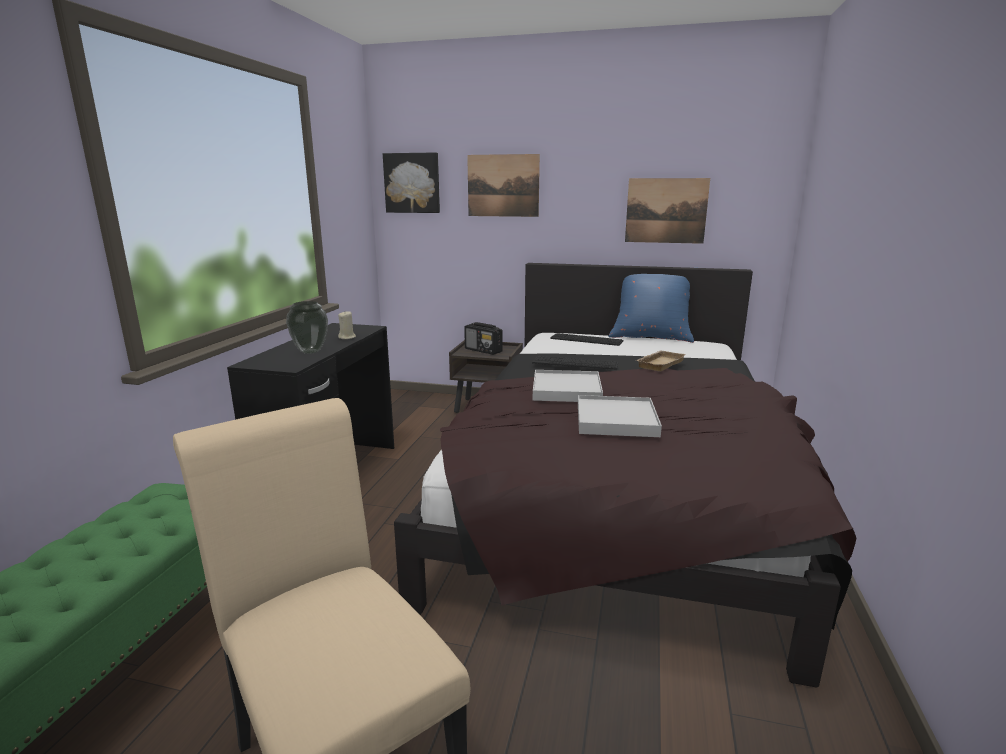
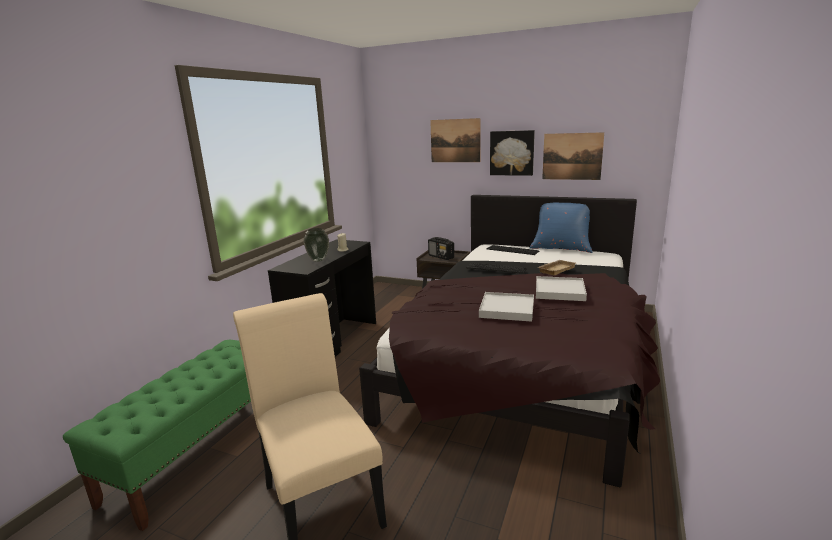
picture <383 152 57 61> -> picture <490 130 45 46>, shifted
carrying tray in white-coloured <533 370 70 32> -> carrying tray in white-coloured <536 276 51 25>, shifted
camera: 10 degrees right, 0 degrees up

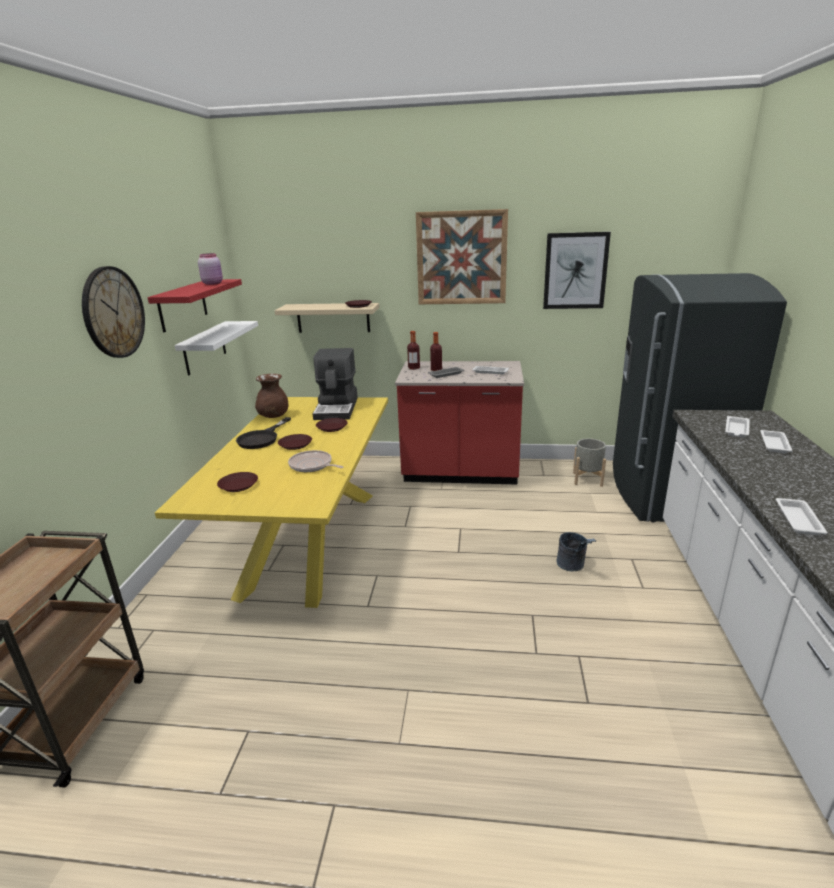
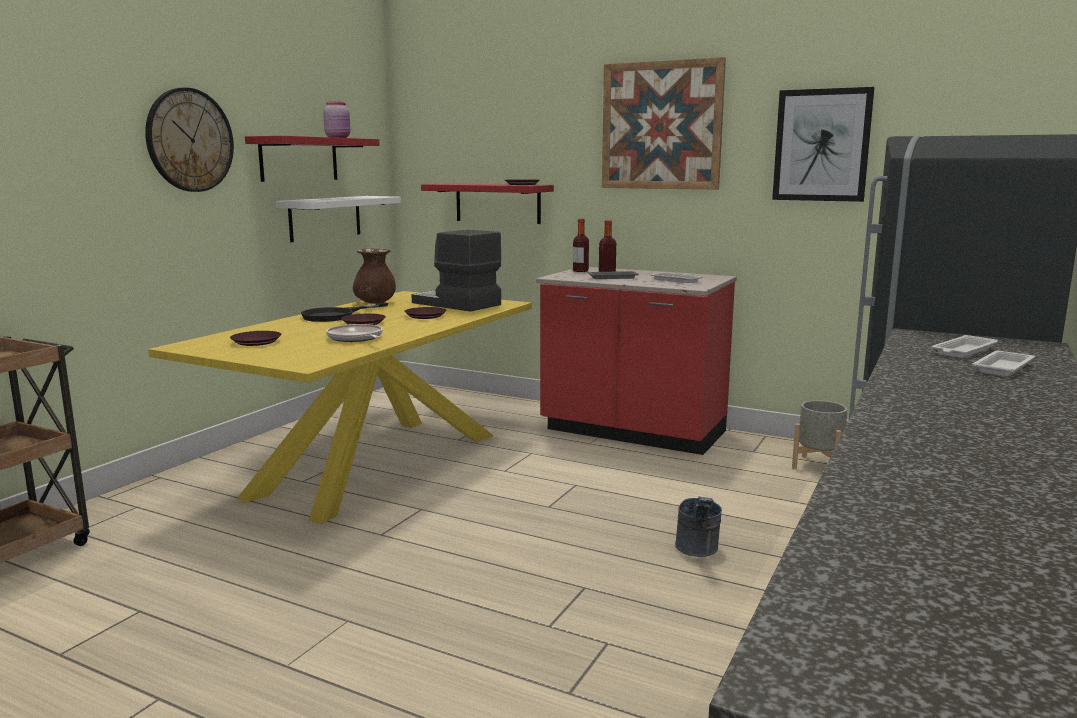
carrying tray in white-coloured <775 498 53 37> -> none
shelf in sand-coloured <275 303 104 30> -> shelf in reddish <421 183 133 41>
coffee machine <313 348 45 72> -> coffee machine <412 230 89 82>, 105 degrees clockwise
camera: 20 degrees right, 10 degrees down

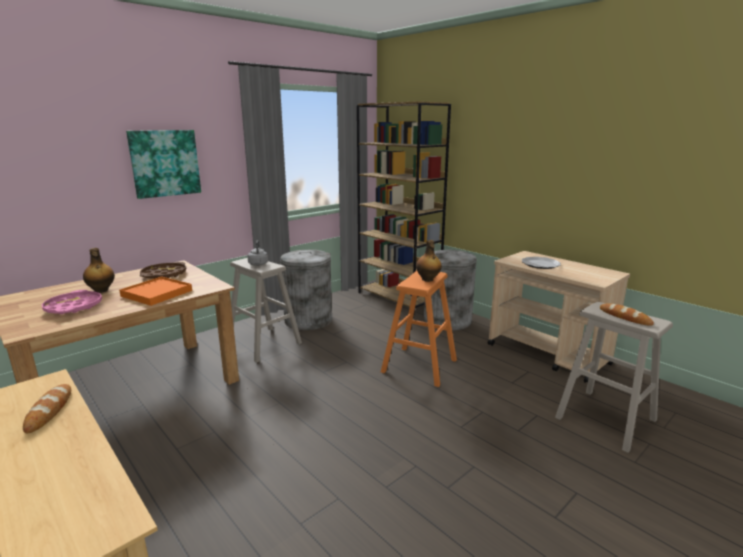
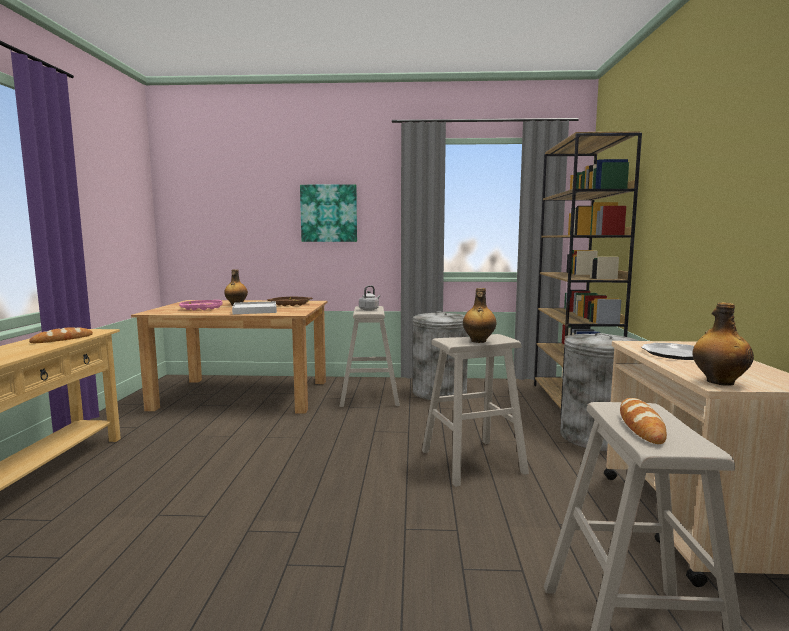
none -> bottle <692 302 62 84>
carrying tray in orange <119 276 73 30> -> carrying tray in white-coloured <232 301 45 13>
sitting stool in orange <381 271 76 116> -> sitting stool in sand-coloured <422 334 107 153>
camera: 45 degrees right, 10 degrees down

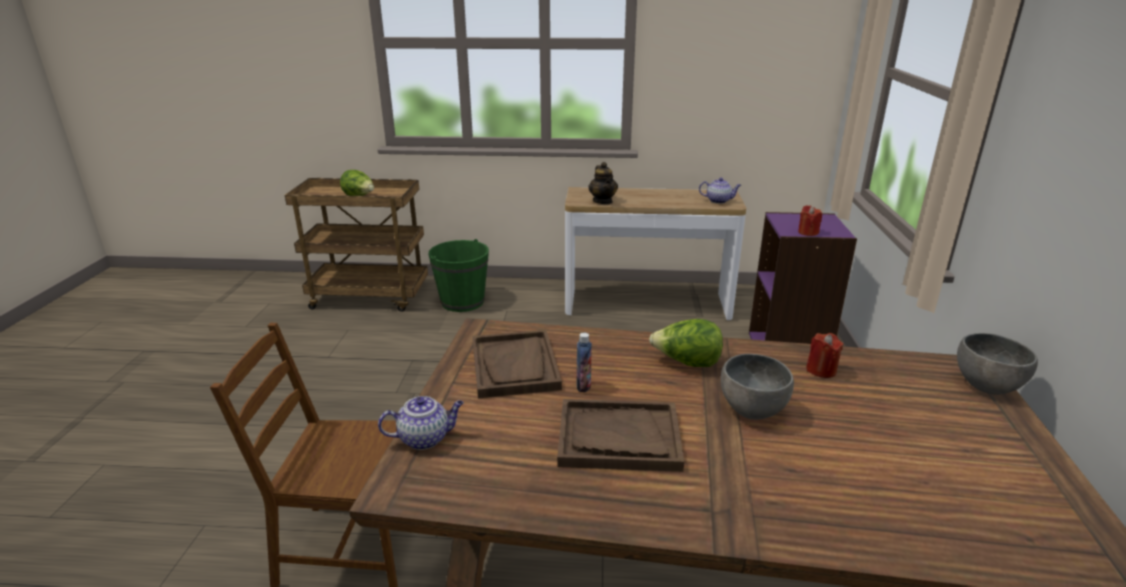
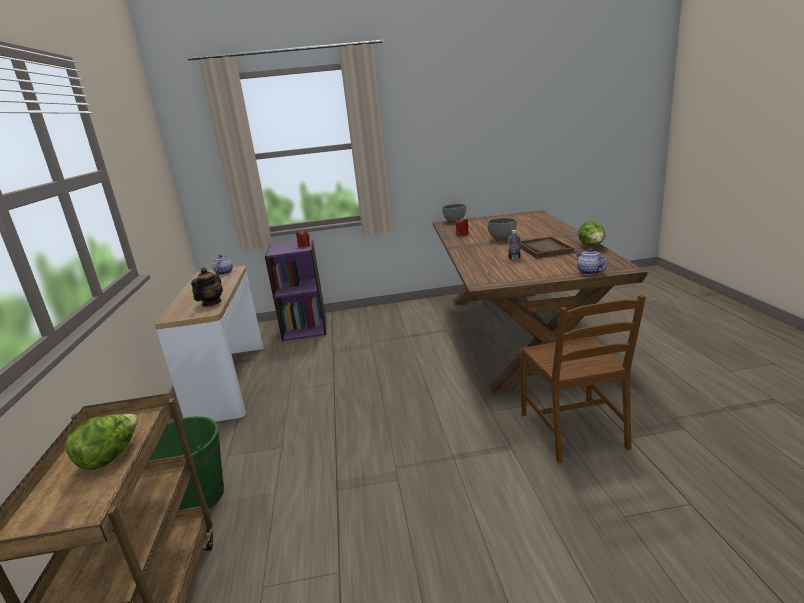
carrying tray in brown-coloured <472 330 90 68> -> none
head of lettuce <649 319 74 48> -> head of lettuce <578 221 27 25>, shifted
pot for tea <588 162 30 42> -> pot for tea <191 267 32 39>, 45 degrees counterclockwise
camera: 100 degrees left, 5 degrees down

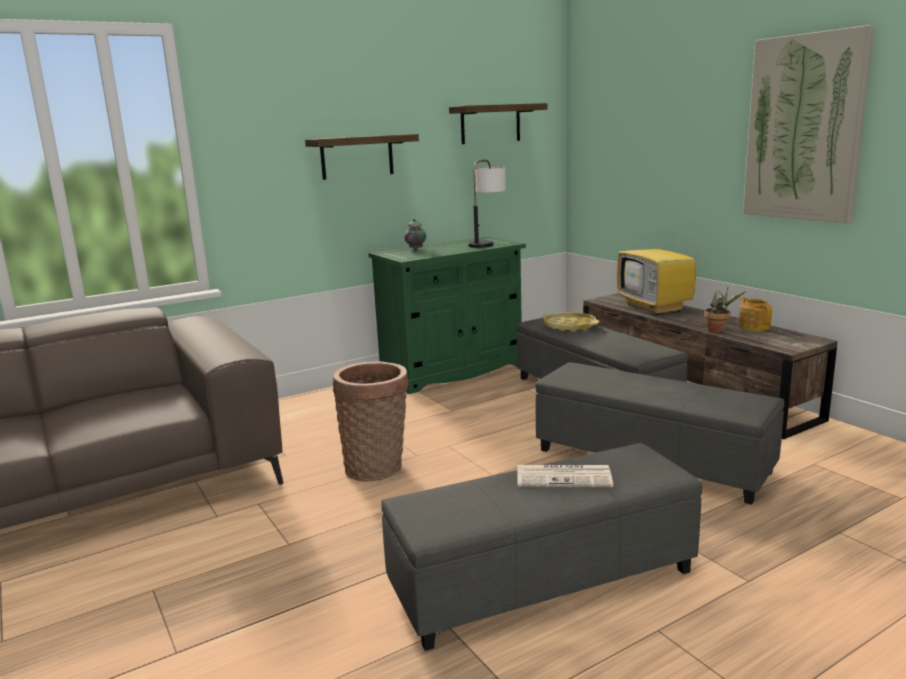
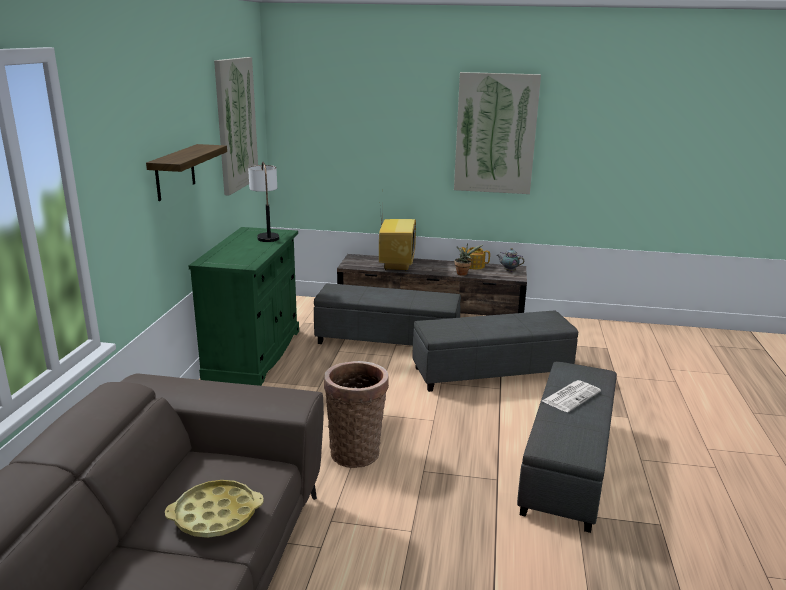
pot for tea <404 219 22 31> -> pot for tea <497 248 27 24>, shifted
carrying tray in yellow <541 312 58 20> -> carrying tray in yellow <165 480 98 58>, shifted
shelf <449 103 98 41> -> picture <214 57 44 139>
television <617 218 79 97> -> television <379 195 37 76>, 105 degrees counterclockwise
camera: 50 degrees left, 5 degrees up

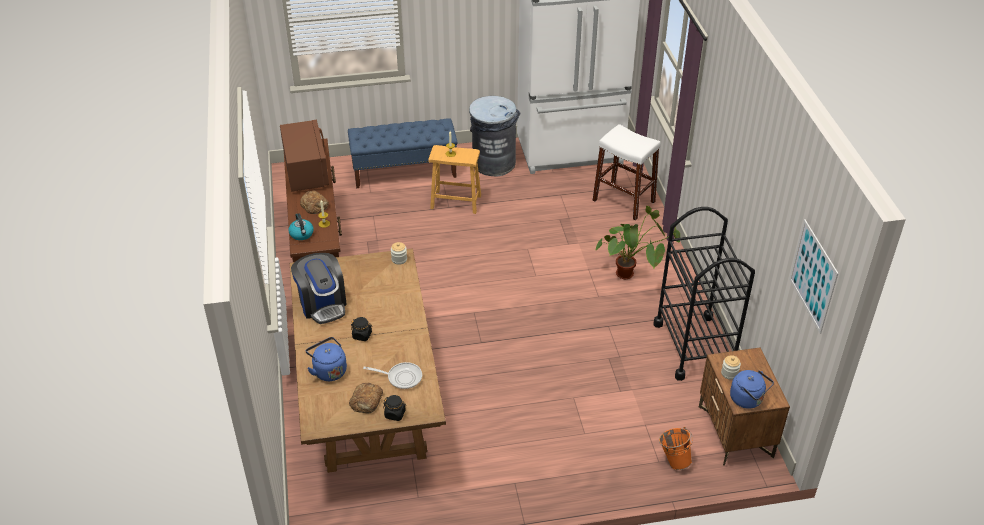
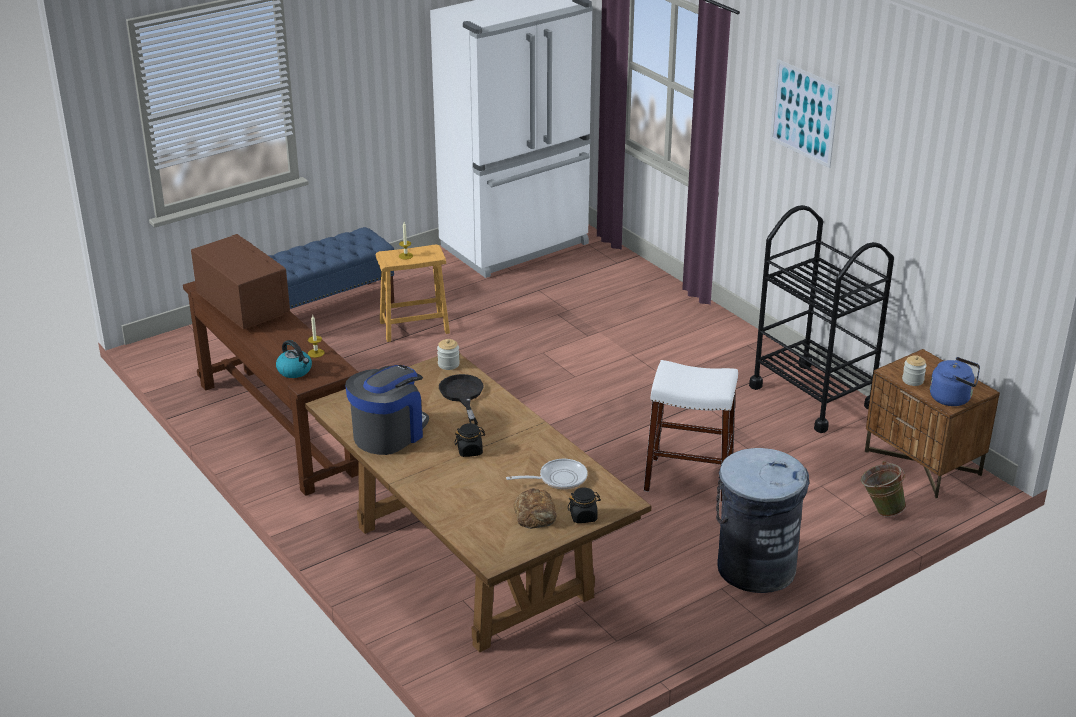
bread <300 190 29 24> -> none
water kettle in blue-coloured <306 337 41 44> -> none
plant in a pot <596 206 84 73> -> none
none -> pan in black-coloured <439 374 44 51>
waste bin in greyish <469 96 52 81> -> waste bin in greyish <716 448 94 145>, shifted
sitting stool in white-coloured <592 124 69 96> -> sitting stool in white-coloured <644 360 94 142>, shifted
picture <789 219 49 115> -> picture <770 59 70 109>, shifted
water bucket in orange <659 427 34 43> -> water bucket in green <861 461 45 56>
coffee machine <291 253 56 71> -> coffee machine <345 365 84 90>, 90 degrees counterclockwise
camera: 25 degrees left, 10 degrees down

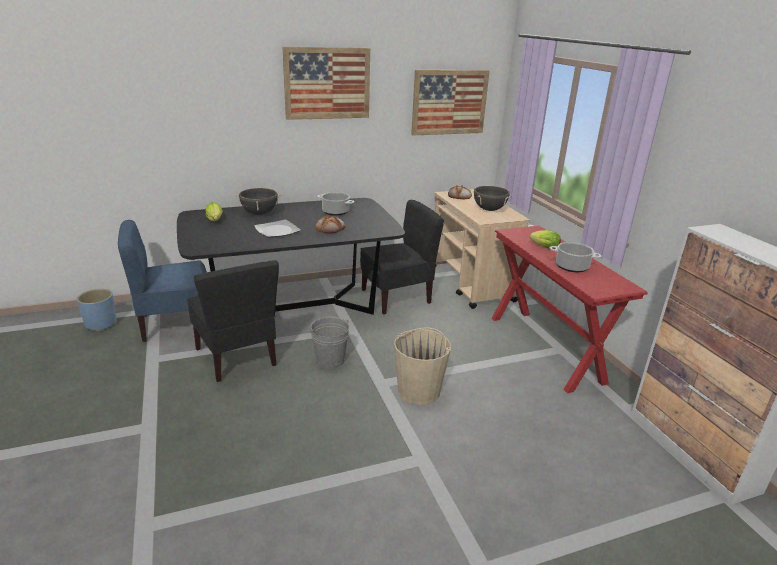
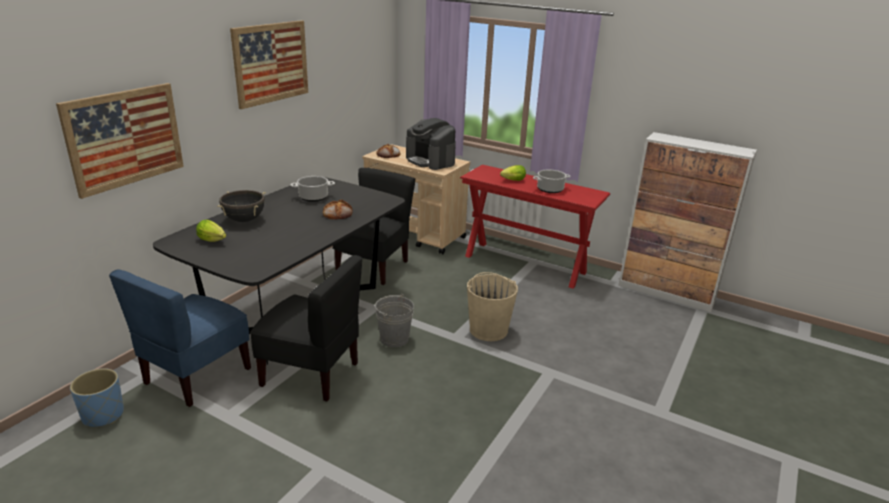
plate <254 220 47 17> -> none
picture <411 70 79 66> -> picture <56 83 128 116>, shifted
stockpot in black-coloured <474 186 36 25> -> coffee machine <406 118 50 52>
camera: 40 degrees left, 0 degrees up

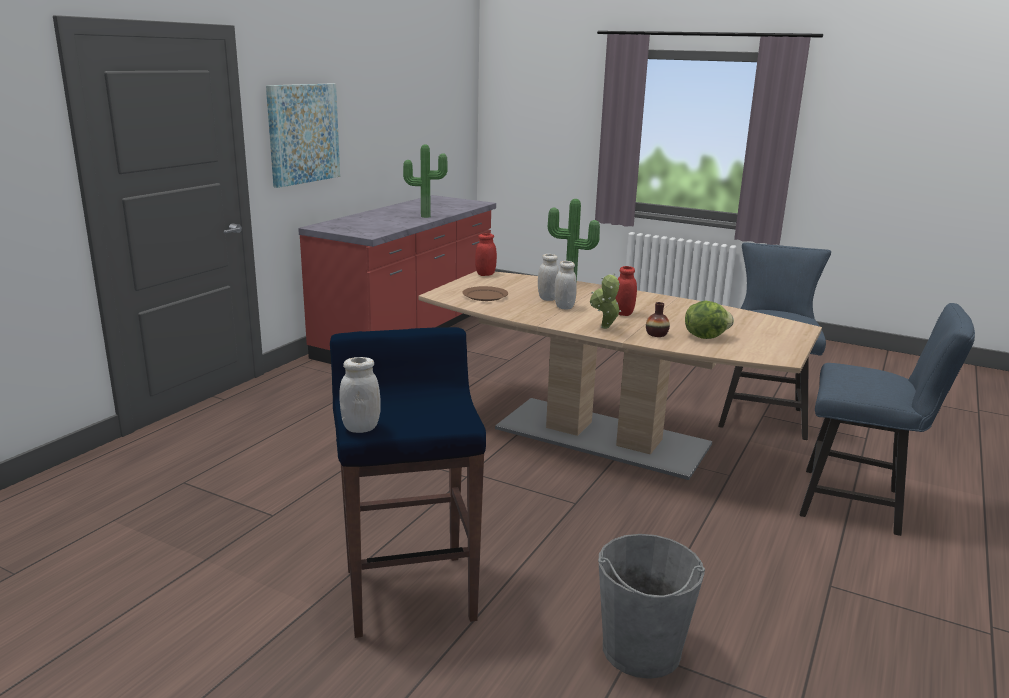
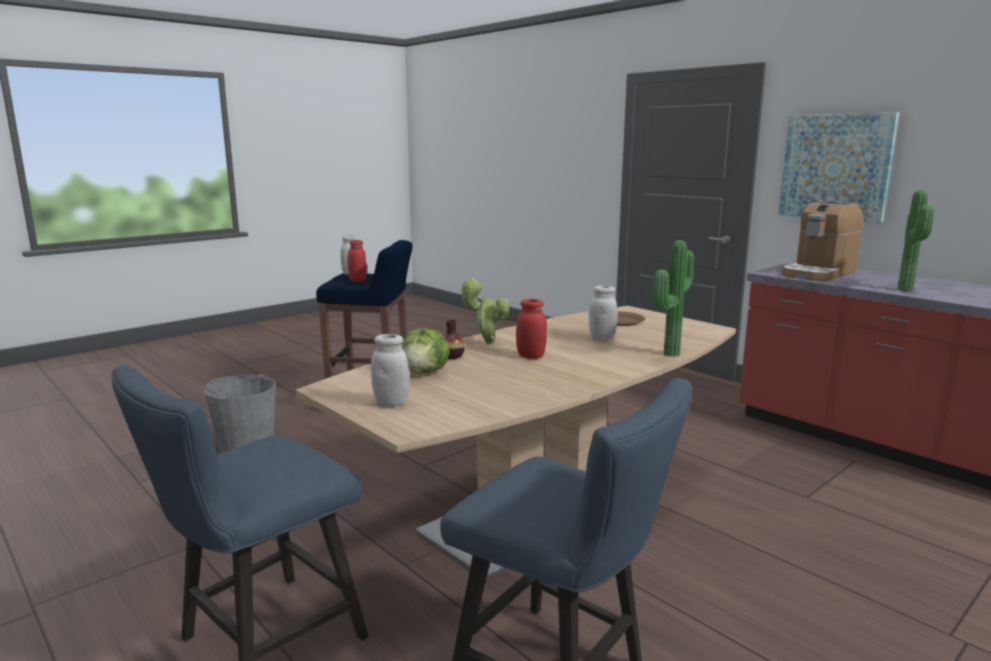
none -> coffee machine <782 201 82 80>
preserve jar in reddish <475 233 22 43> -> preserve jar in reddish <347 240 20 42>, shifted
preserve jar in white-coloured <554 261 23 48> -> preserve jar in white-coloured <371 334 38 73>, shifted
camera: 110 degrees right, 5 degrees down

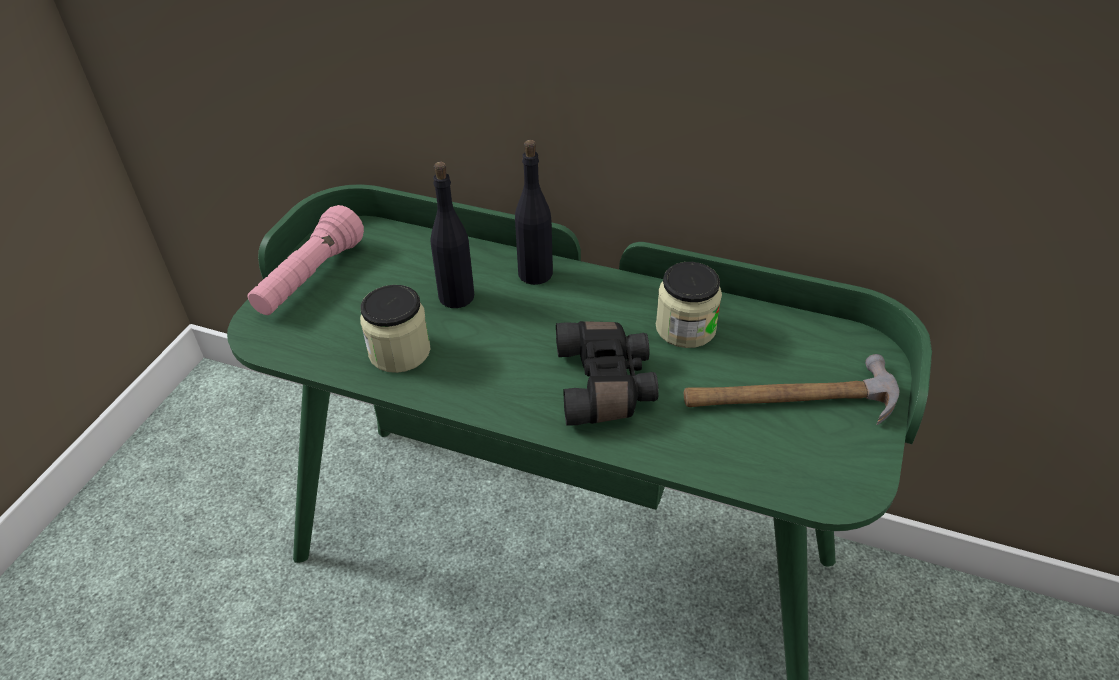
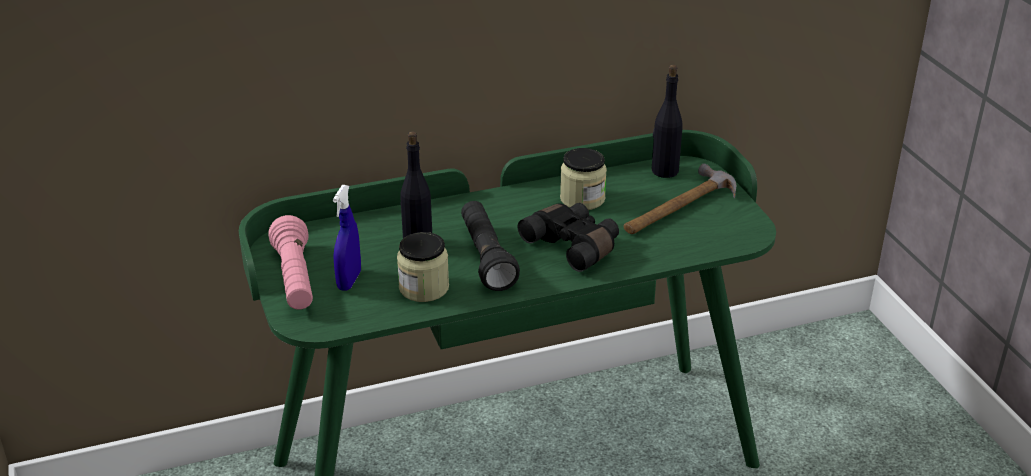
none -> sprayer in blue-coloured <333 185 28 106>
none -> torch in black-coloured <461 201 59 90>
bottle in black-coloured <515 140 38 145> -> bottle in black-coloured <652 65 31 113>, shifted
camera: 40 degrees left, 10 degrees down

